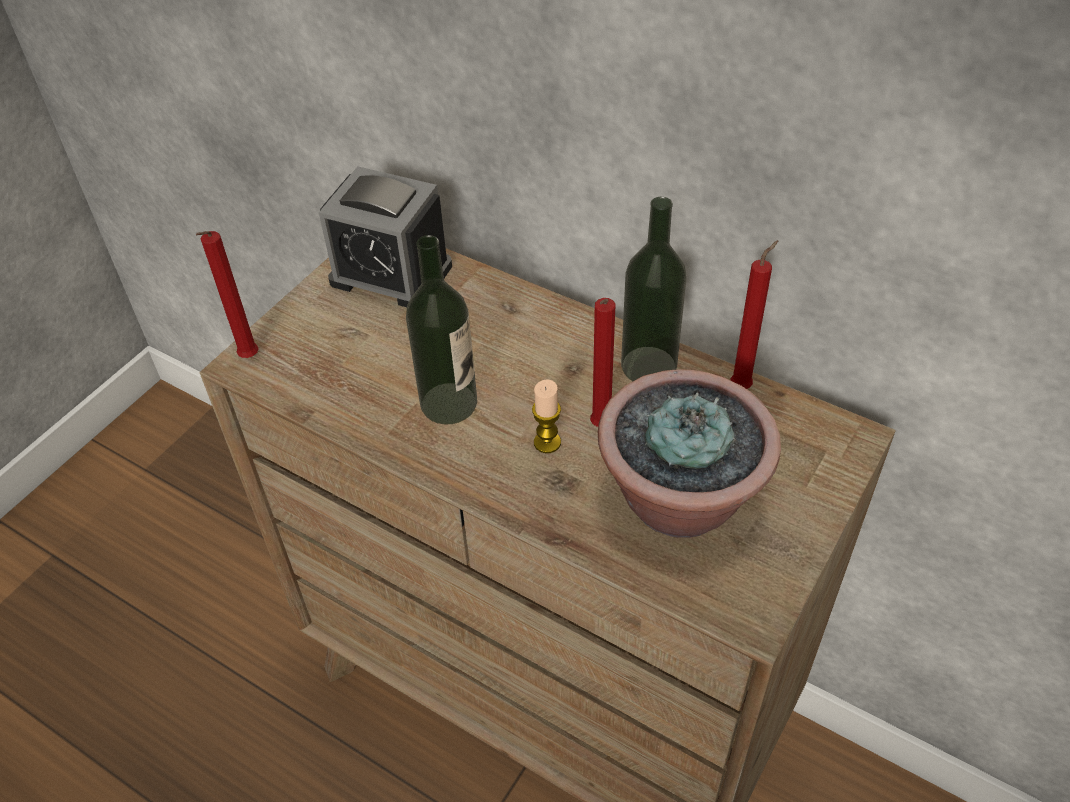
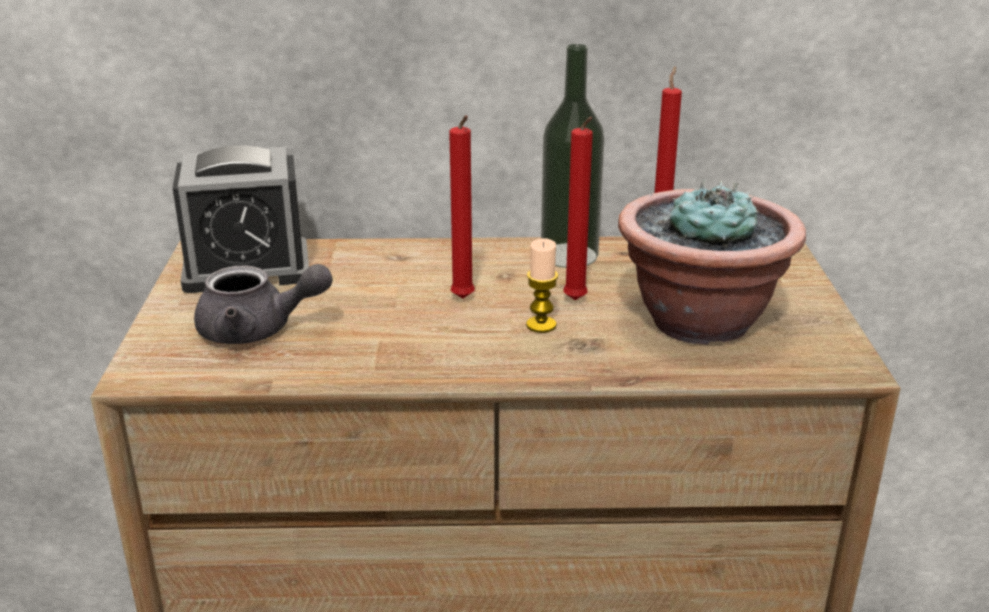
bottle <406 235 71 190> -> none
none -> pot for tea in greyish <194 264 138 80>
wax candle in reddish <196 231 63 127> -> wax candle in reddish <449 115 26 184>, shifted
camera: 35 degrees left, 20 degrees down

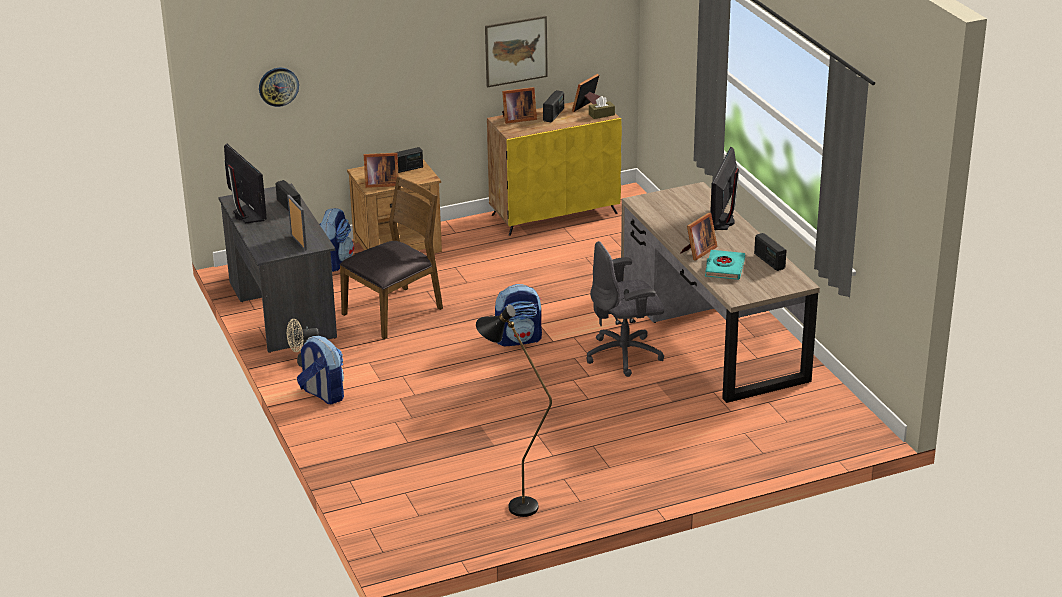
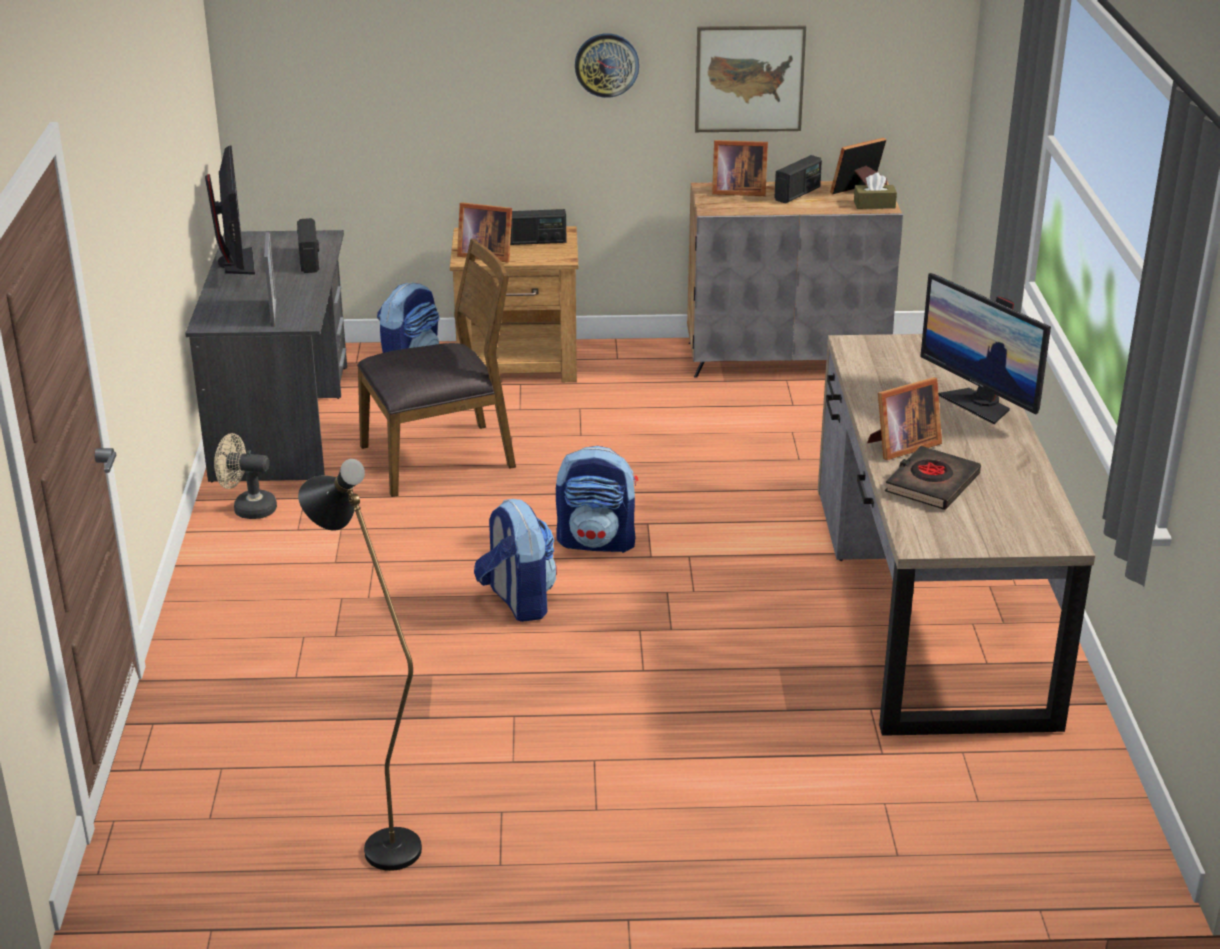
desk chair in greyish <586 241 78 136> -> none
radio <754 233 33 38> -> none
clock on the wall <259 68 40 39> -> clock on the wall <575 33 64 65>, shifted
backpack <297 336 47 68> -> backpack <474 499 83 123>, shifted
storage cabinet in yellow <487 102 135 134> -> storage cabinet in greyish <687 181 216 197>
volume in turquoise <705 250 40 30> -> volume in black-coloured <885 446 96 64>
computer display <710 147 29 83> -> computer display <920 273 131 151>, 75 degrees counterclockwise
camera: 20 degrees right, 0 degrees up

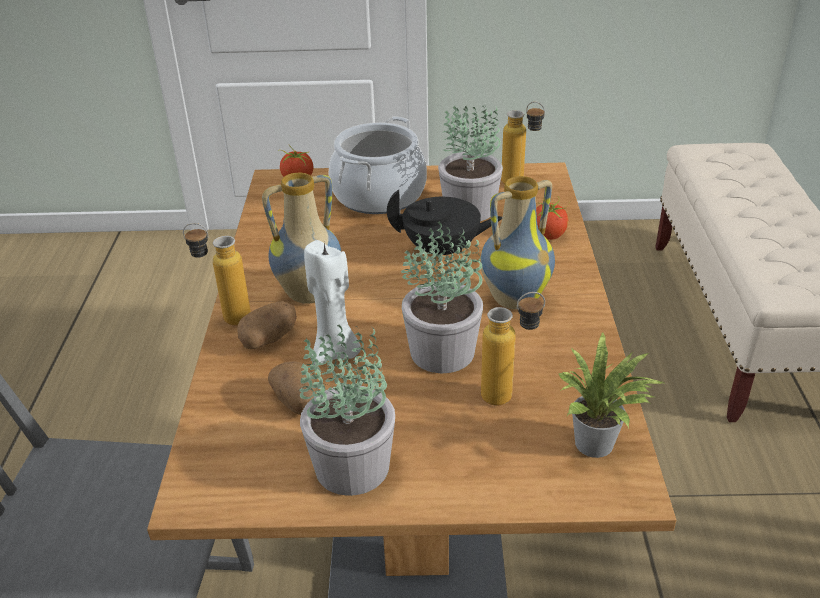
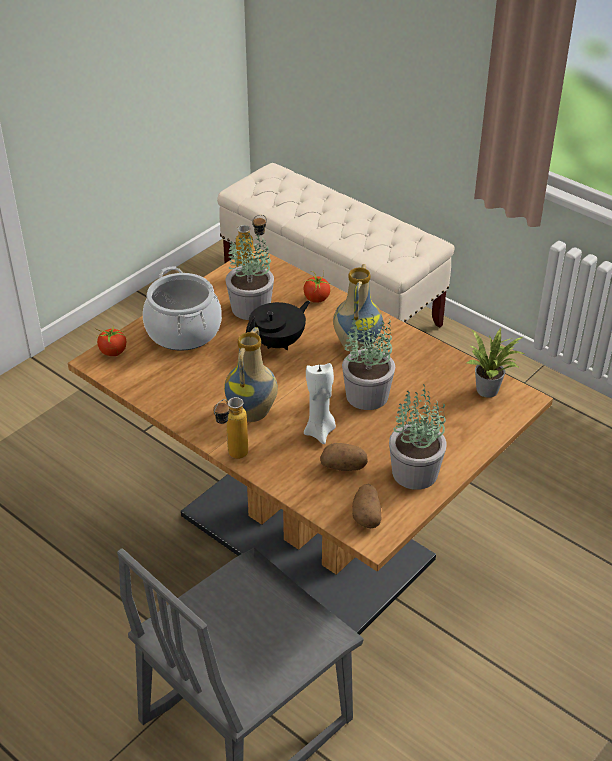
bottle <481 292 64 114> -> none
whole potato <238 301 59 48> -> whole potato <352 484 29 44>, shifted
camera: 50 degrees left, 5 degrees up

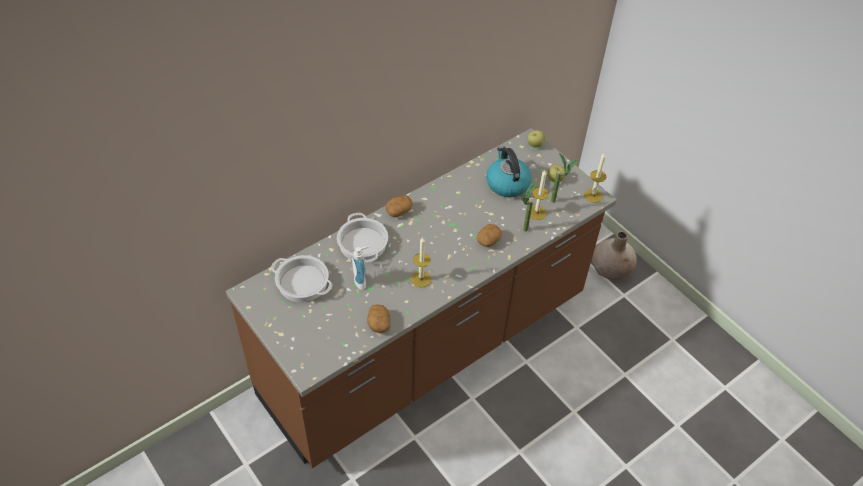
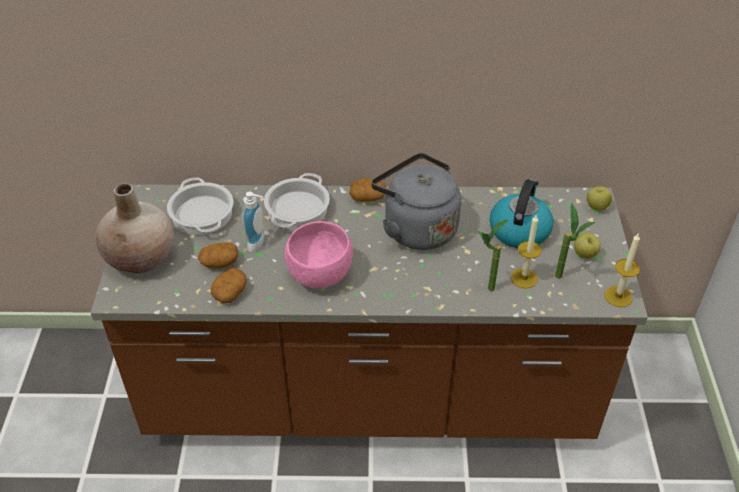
none -> water kettle in greyish <371 153 90 97>
whole potato <477 224 25 23> -> whole potato <198 243 41 26>, shifted
decorative vase in sand-coloured <592 232 45 48> -> decorative vase in sand-coloured <96 184 78 89>, shifted
wax candle <411 237 20 50> -> serving bowl in pink-coloured <285 221 68 67>
camera: 40 degrees right, 5 degrees down

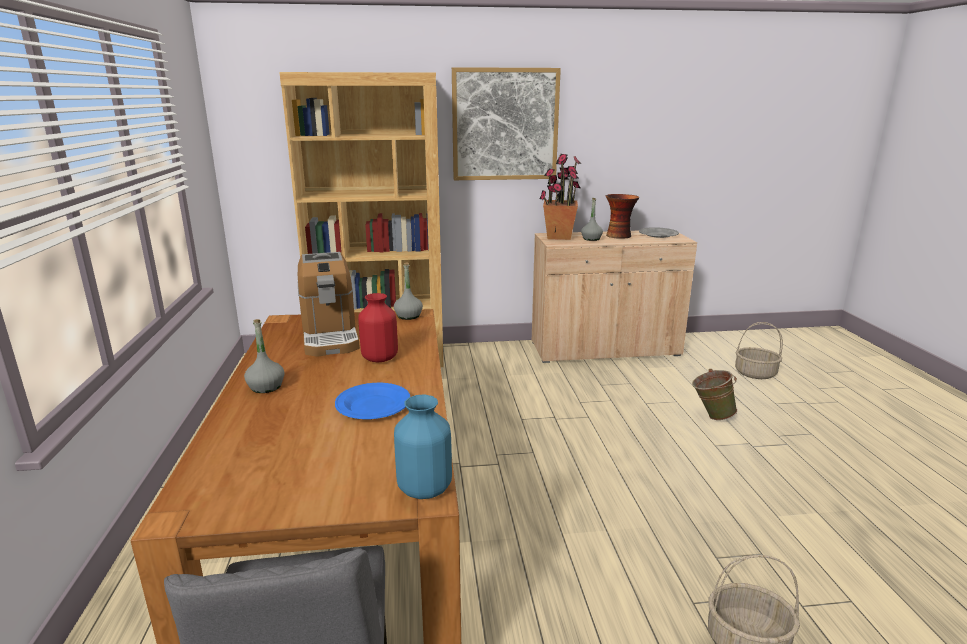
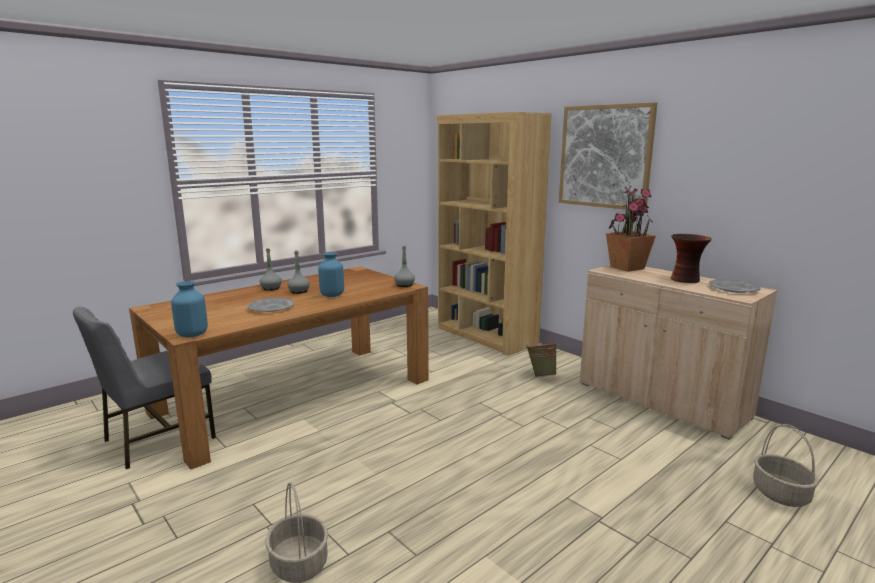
coffee machine <298 252 62 105> -> none
bottle in greyish <581 198 22 43> -> bottle in greyish <287 250 23 44>, shifted
water bucket in green <692 369 45 51> -> water bucket in green <526 341 33 36>, shifted
plate in blue-coloured <335 383 75 36> -> plate in greyish <248 298 46 14>
decorative vase in reddish <358 293 40 69> -> decorative vase in blue-coloured <318 252 26 45>
camera: 55 degrees right, 5 degrees down

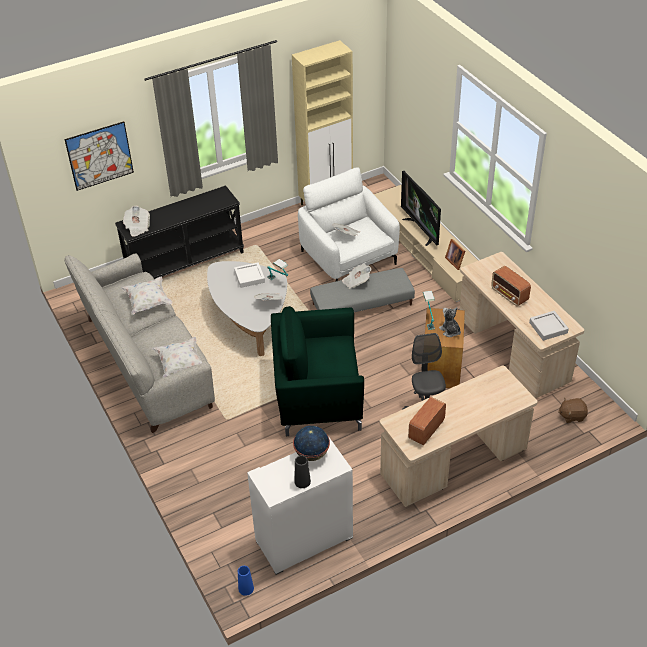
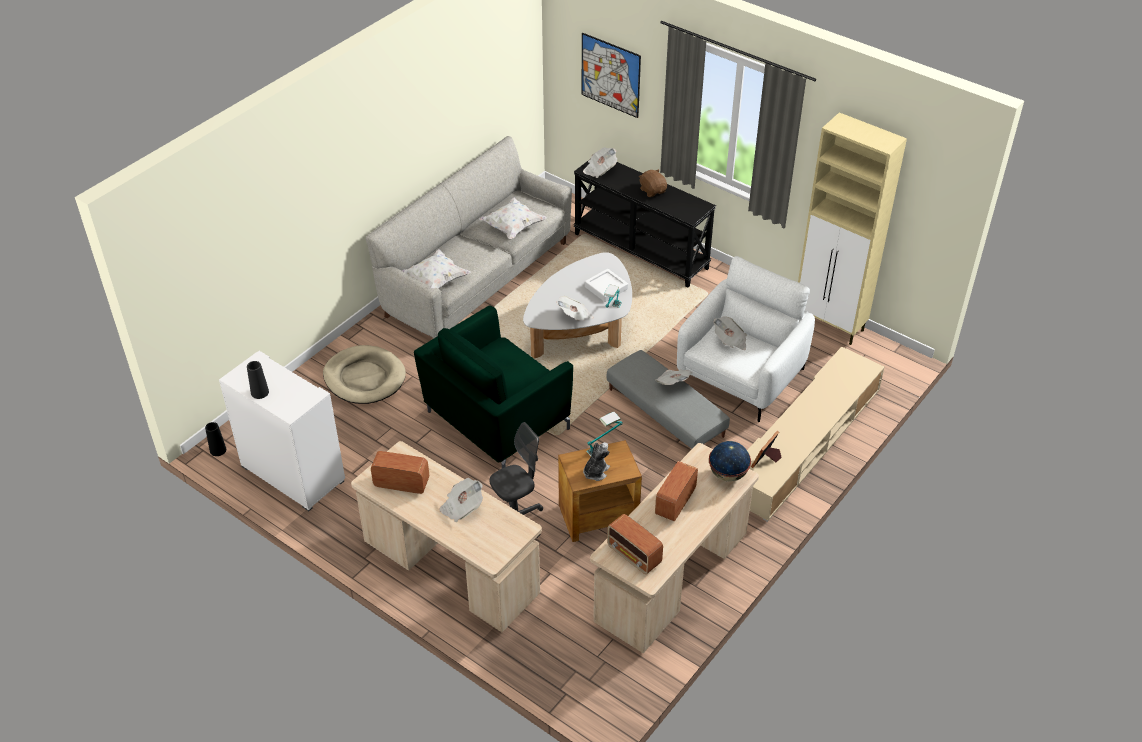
television <401 171 40 75> -> none
none -> dog cushion in sand-coloured <323 345 83 59>
none -> daily paper <440 478 43 44>
desk globe <293 426 37 35> -> desk globe <709 441 42 41>, shifted
soft toy in brown-coloured <558 398 30 25> -> soft toy in brown-coloured <639 169 28 28>, shifted
carrying tray in greyish <529 311 40 30> -> radio <607 514 56 60>
decorative vase in blue-coloured <238 566 16 30> -> decorative vase in black-coloured <205 422 21 34>
armchair in green <271 306 93 130> -> armchair in green <414 305 159 163>, 105 degrees counterclockwise
camera: 65 degrees right, 0 degrees up

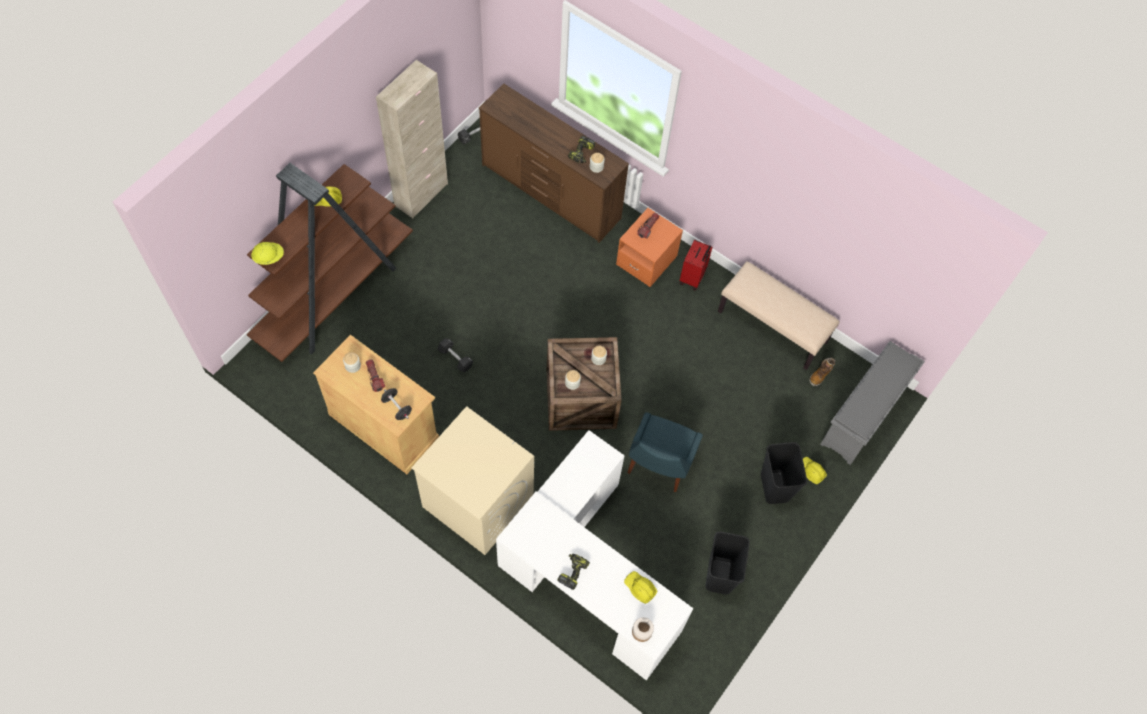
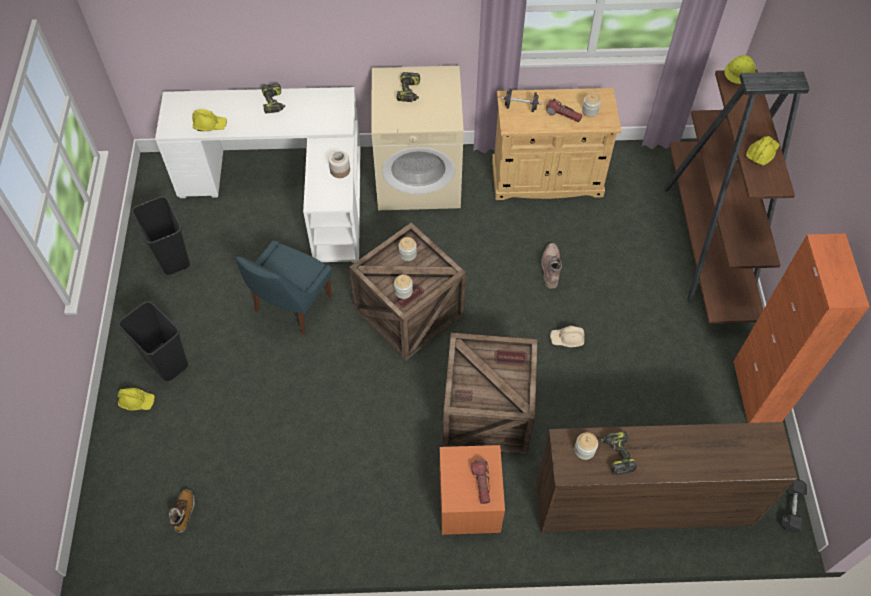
travel case in reddish <680 240 32 50> -> none
long seat in sand-coloured <718 261 122 109> -> none
shoe shelf in greyish <820 341 105 124> -> none
none -> power drill <397 72 23 30>
none -> crate <443 333 95 121>
none -> safety helmet in sand-coloured <550 326 35 21>
preserve jar <632 617 22 25> -> preserve jar <328 151 22 27>, shifted
hand weight in black-coloured <437 338 36 34> -> boot in brown-coloured <541 243 21 46>
storage cabinet in sand-coloured <376 60 72 158> -> storage cabinet in orange <733 233 137 190>
plain chair in blue-coloured <627 412 76 80> -> plain chair in blue-coloured <236 240 96 95>, 135 degrees counterclockwise
camera: 145 degrees right, 5 degrees down

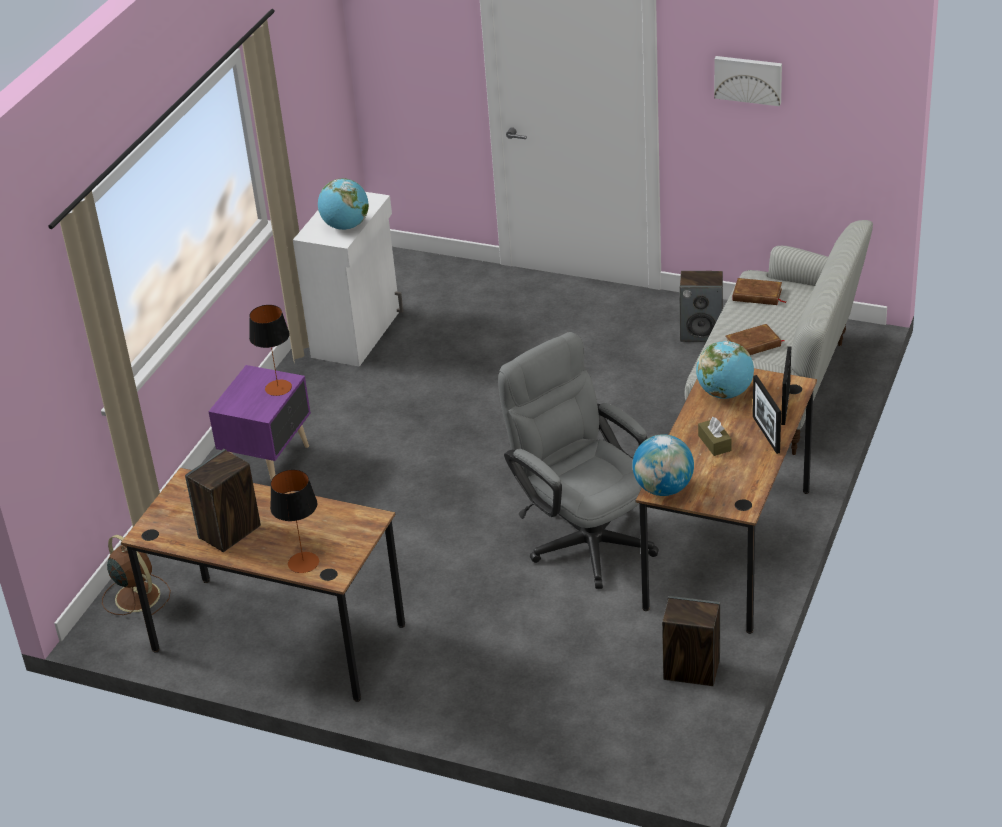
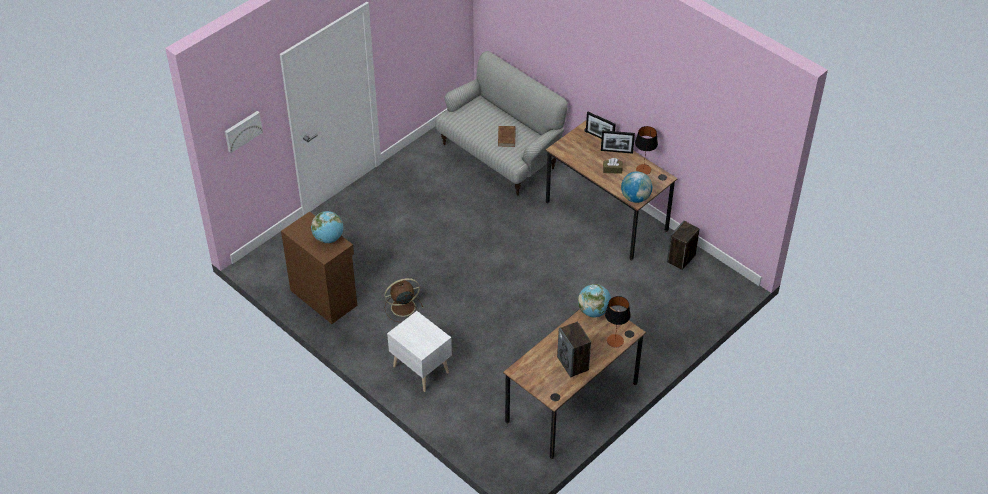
desk chair in greyish <498 332 161 257> -> none
speaker <679 271 44 71> -> none
volume in brown-coloured <733 278 53 27> -> none
cooling fan in brown-coloured <102 535 69 80> -> cooling fan in brown-coloured <384 278 39 44>, shifted
lamp for a table <249 305 43 91> -> lamp for a table <635 126 23 49>, shifted
desk globe <696 341 58 58> -> desk globe <578 284 33 33>, shifted
picture <714 56 68 50> -> picture <225 111 38 42>, shifted
night table in purple <208 365 103 115> -> night table in white-coloured <387 311 65 81>
storage cabinet in white-coloured <293 192 110 175> -> storage cabinet in brown-coloured <281 211 76 113>
camera: 70 degrees left, 10 degrees up

